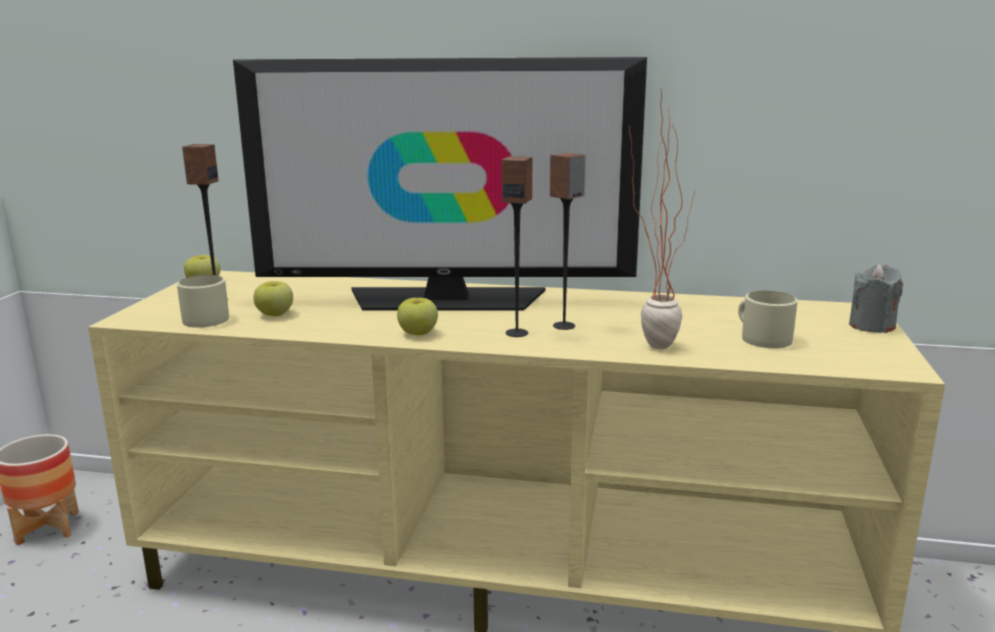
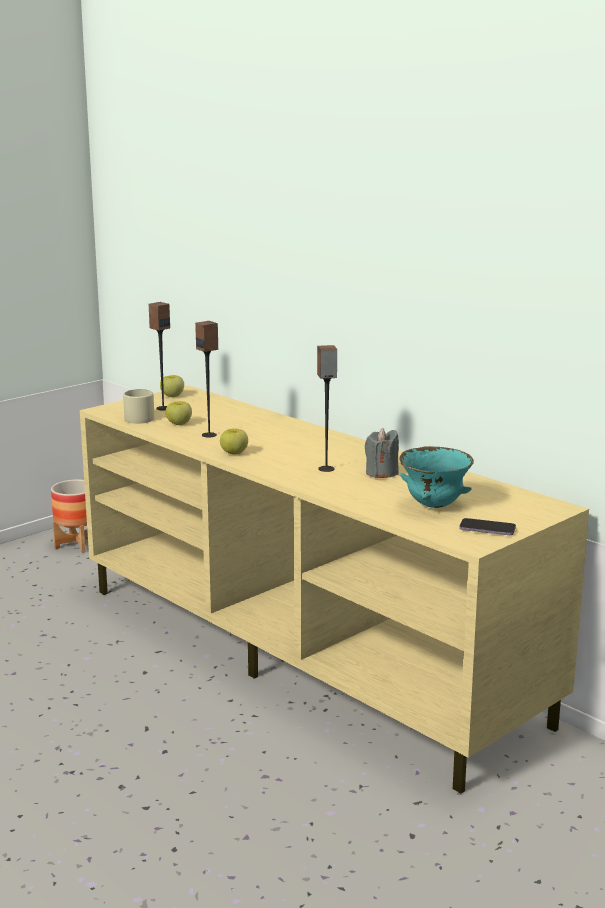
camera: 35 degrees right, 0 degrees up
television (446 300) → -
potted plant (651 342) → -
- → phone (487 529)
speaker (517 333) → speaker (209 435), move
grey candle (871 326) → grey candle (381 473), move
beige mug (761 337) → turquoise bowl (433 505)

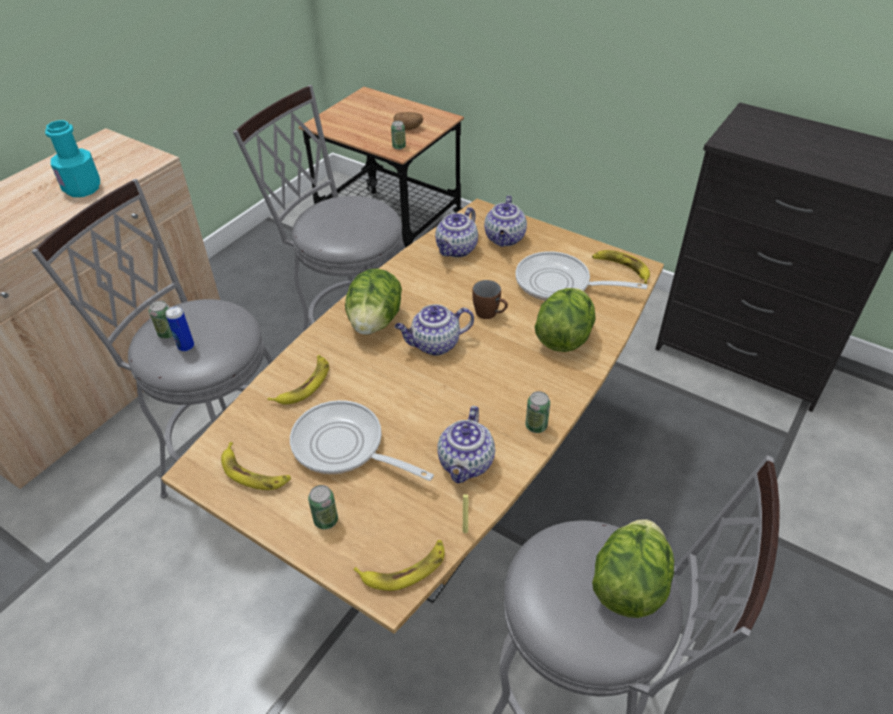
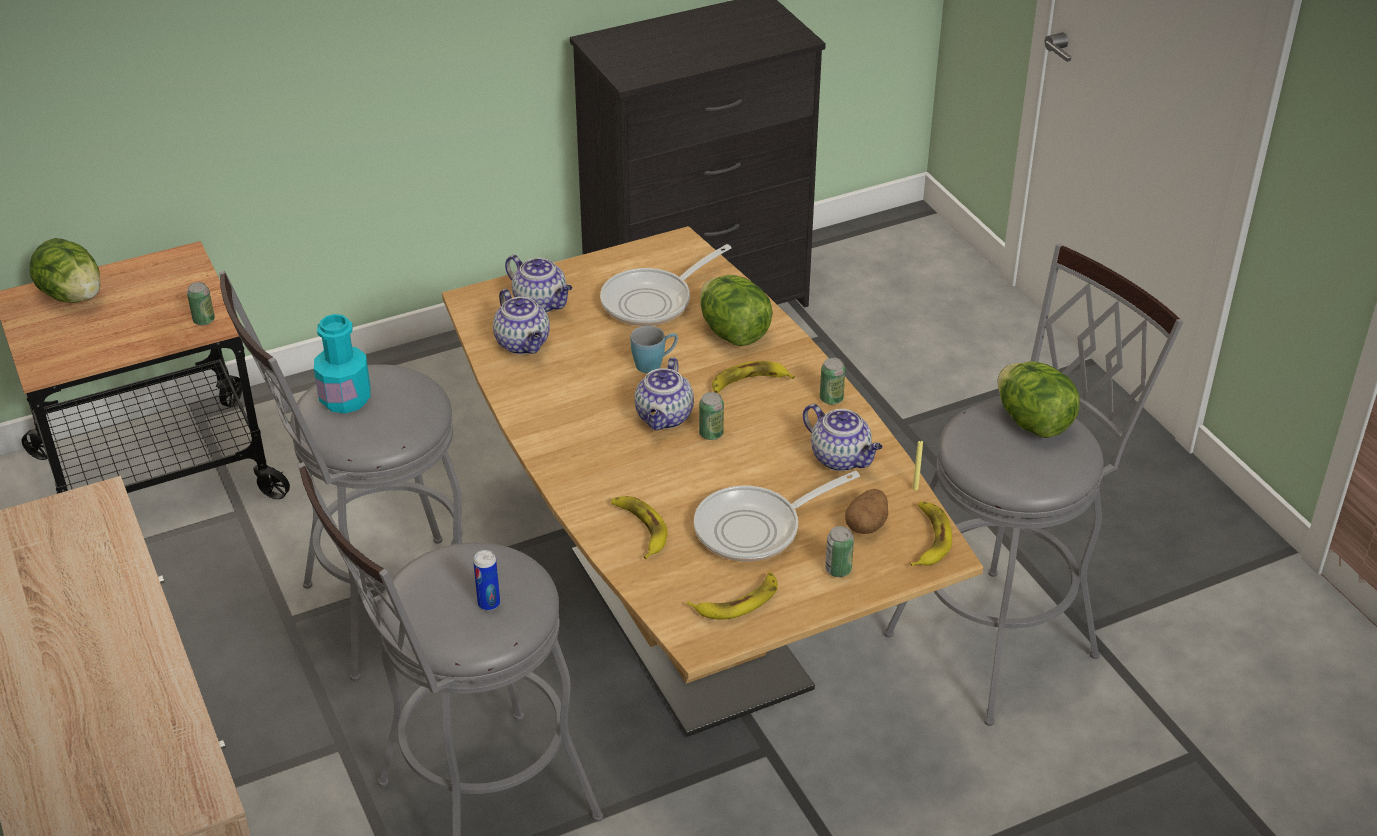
camera: 60 degrees left, 5 degrees down
turquoise bottle (82 188) → turquoise bottle (345 399), move
can (167 333) → can (711 434), move
lettuce (375 322) → lettuce (73 296), move
potato (409 128) → potato (866 524), move
banana (621 268) → banana (748 382), move
brown mug (490 314) → blue mug (654 364)

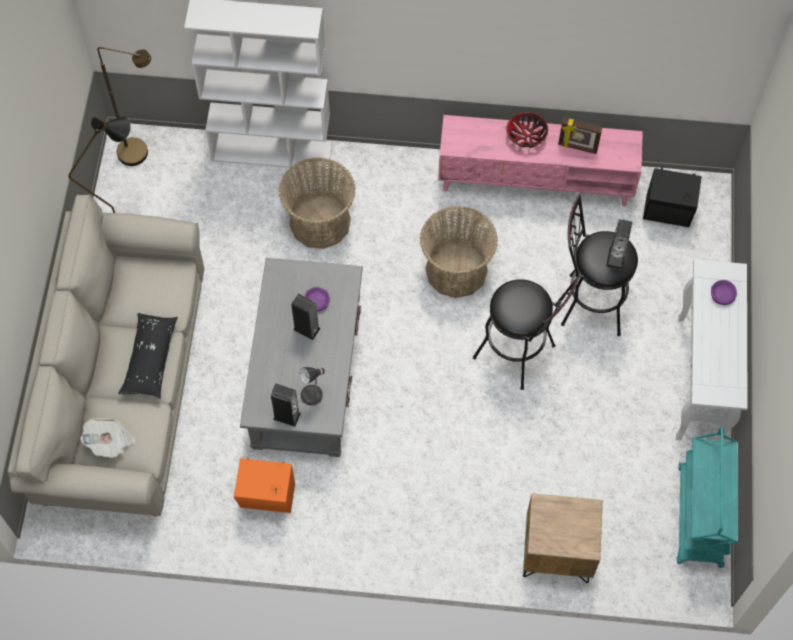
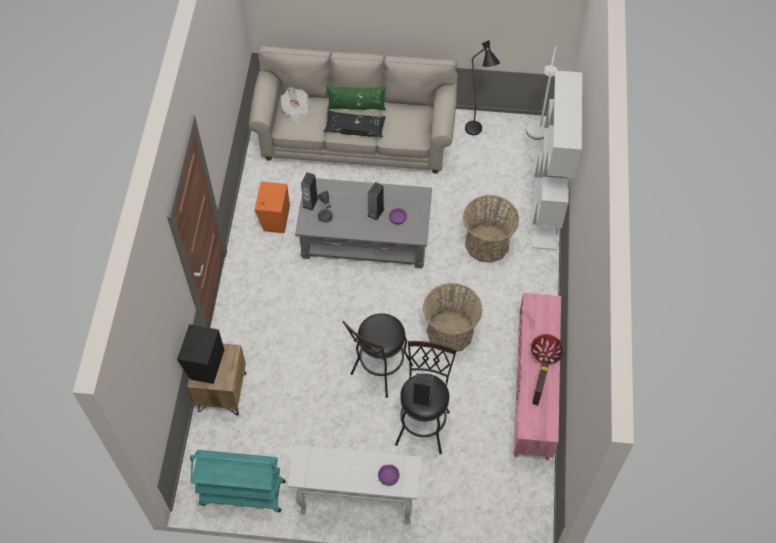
camera: 90 degrees right, 5 degrees down
- → green pillow (356 106)
black speaker (668 213) → black speaker (205 364), move
brown floor lamp (141 153) → white floor lamp (536 136)

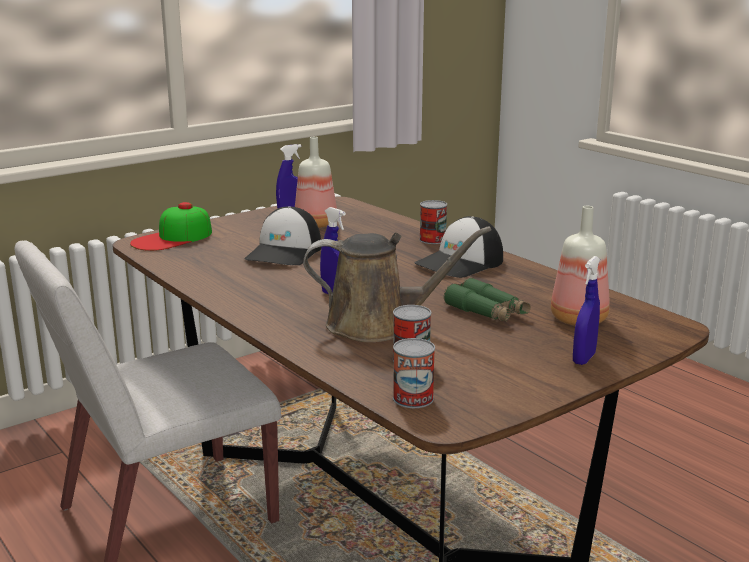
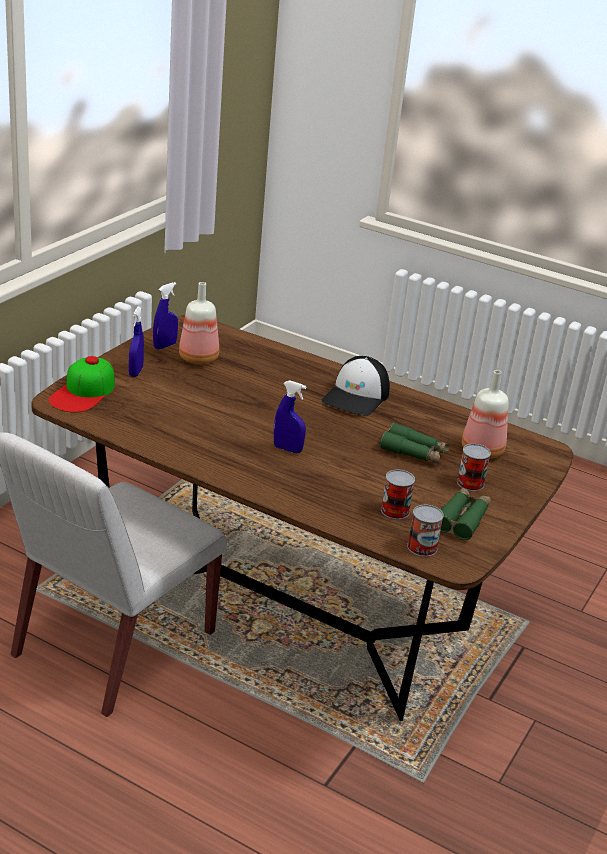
camera: 25 degrees left, 10 degrees up
cap (285 252) → -
brown watering can (377 325) → -
- → green binoculars (462 519)
can (432 240) → can (470 483), move
blue spray bottle (584 358) → blue spray bottle (136 372), move

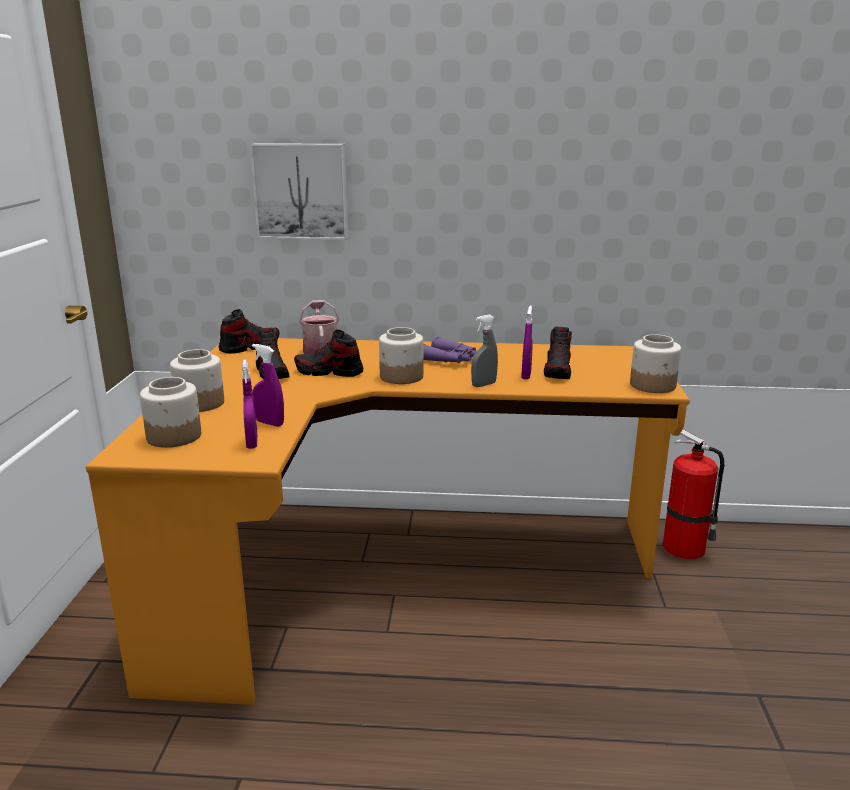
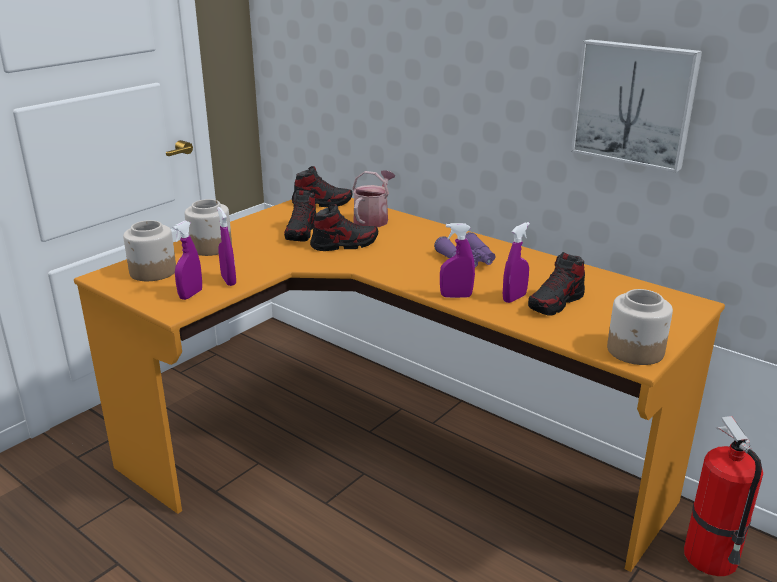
camera: 35 degrees right, 5 degrees up
jar (401 377) → -
picture (301 191) → picture (634 103), move
grey spray bottle (483 385) → purple spray bottle (456 296)
shoe (329 372) → shoe (344 245), 120 degrees clockwise

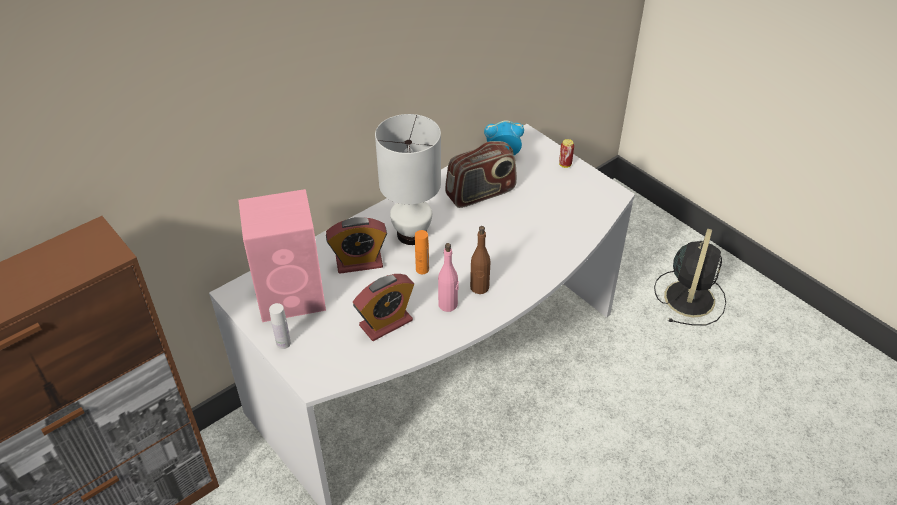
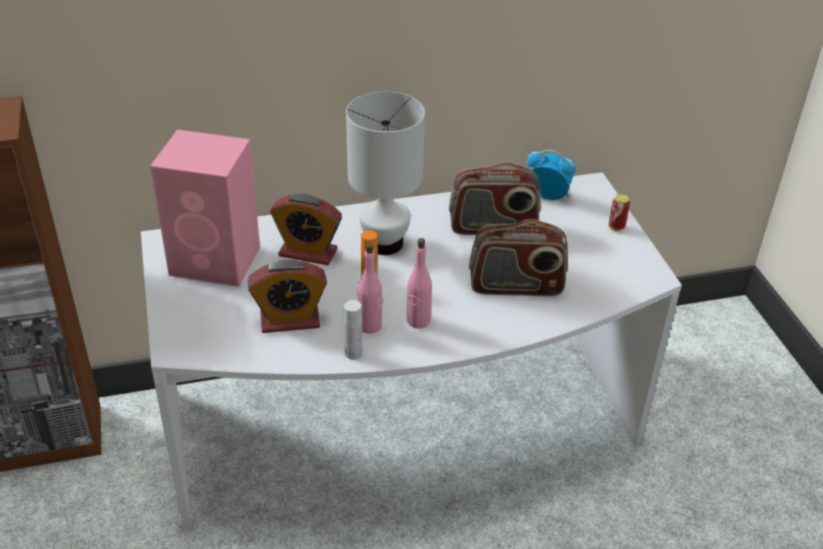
camera: 25 degrees right, 5 degrees down
black fan (689 297) → -
- → radio (516 286)
white bottle (283 343) → white bottle (353 353), move
brown bottle (479 287) → pink bottle (418 321)

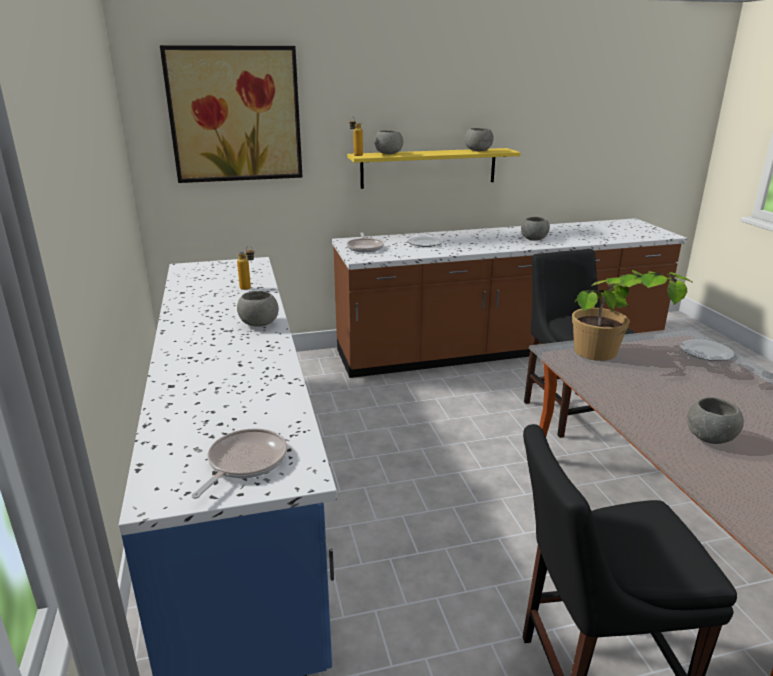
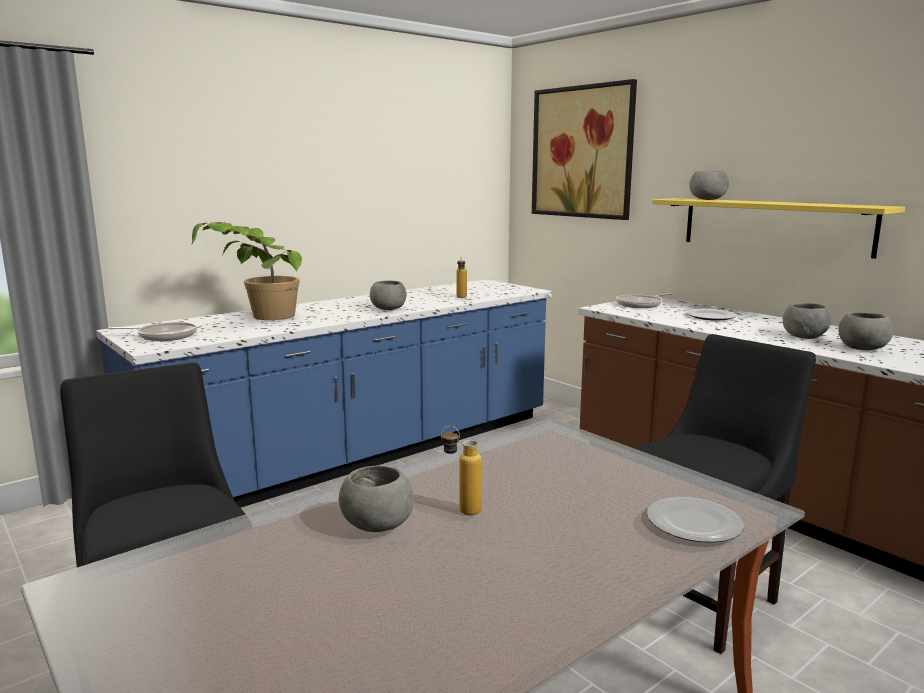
camera: 65 degrees right, 10 degrees down
bottle (356 155) → bottle (461 510), move
grey bowl (478 151) → grey bowl (804 337), move
potted plant (611 360) → potted plant (255 319), move

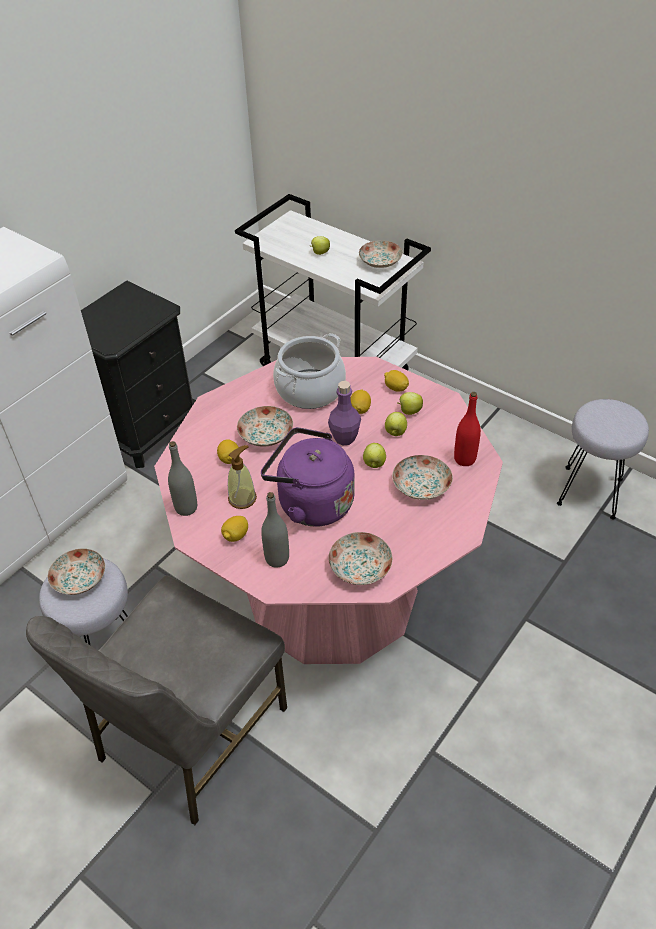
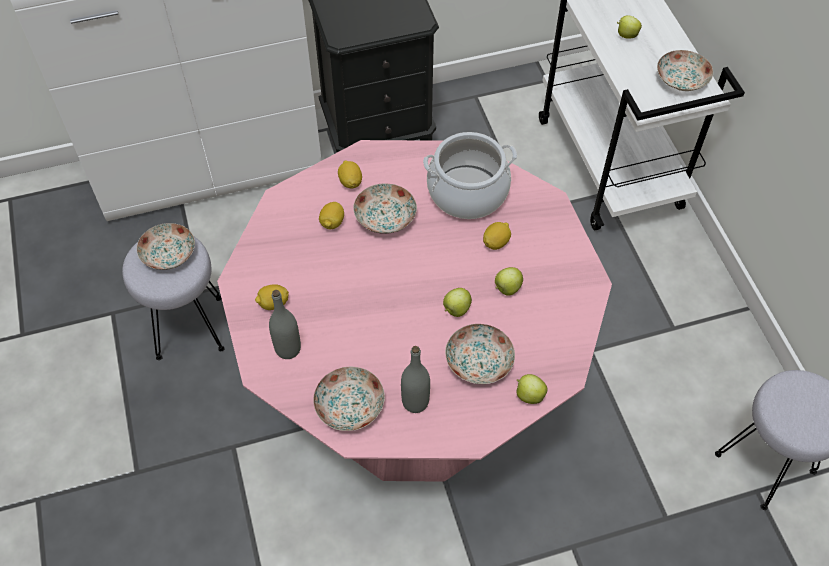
camera: 35 degrees right, 10 degrees up
grey chair (189 734) → -
soap dispenser (242 498) → -
purple kettle (311 503) → -
purple bottle (344 438) → -
red bottle (464 459) → -
grey bottle (186 508) → grey bottle (415 402), move
lemon (396 388) → lemon (350 182), move
apple (409 411) → apple (529 395), move

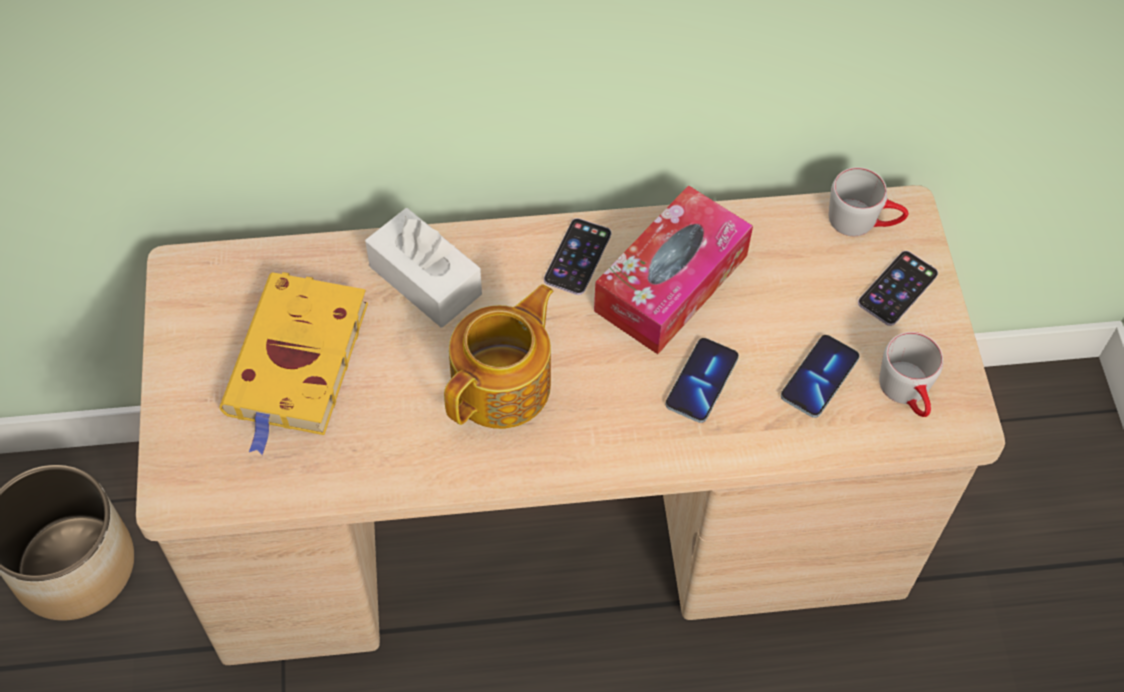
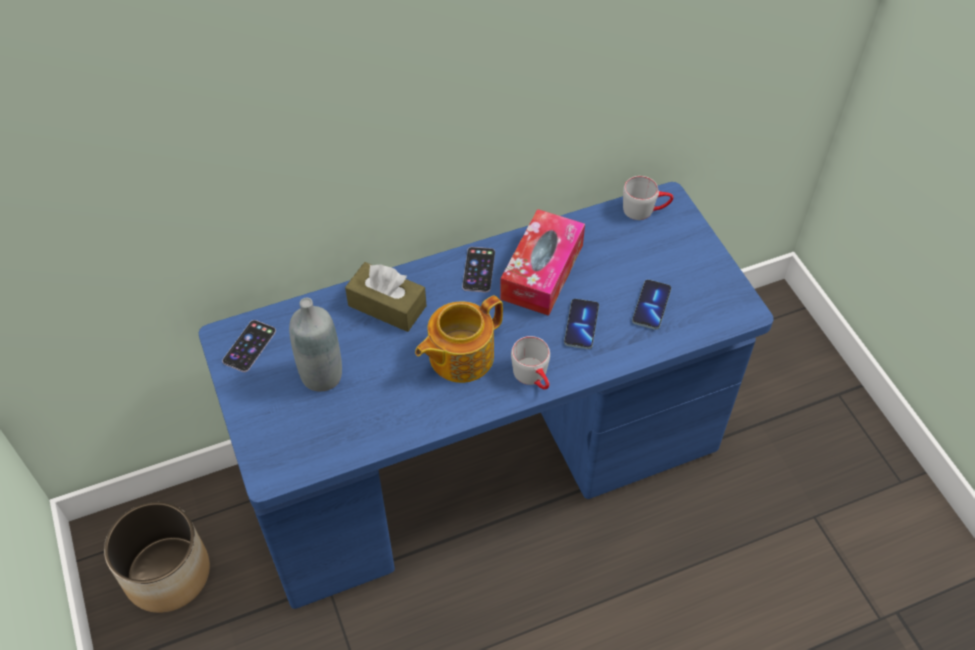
camera: 15 degrees left, 5 degrees down
phone (897 288) → phone (249 346), move
grey mug (908 394) → grey mug (534 377), move
yellow book (297 364) → grey bottle (322 376)
beige desk (557 531) → blue desk (486 466)
white tissue box (425 280) → brown tissue box (387 306)
teapot (504 384) → teapot (459 356), 150 degrees counterclockwise

